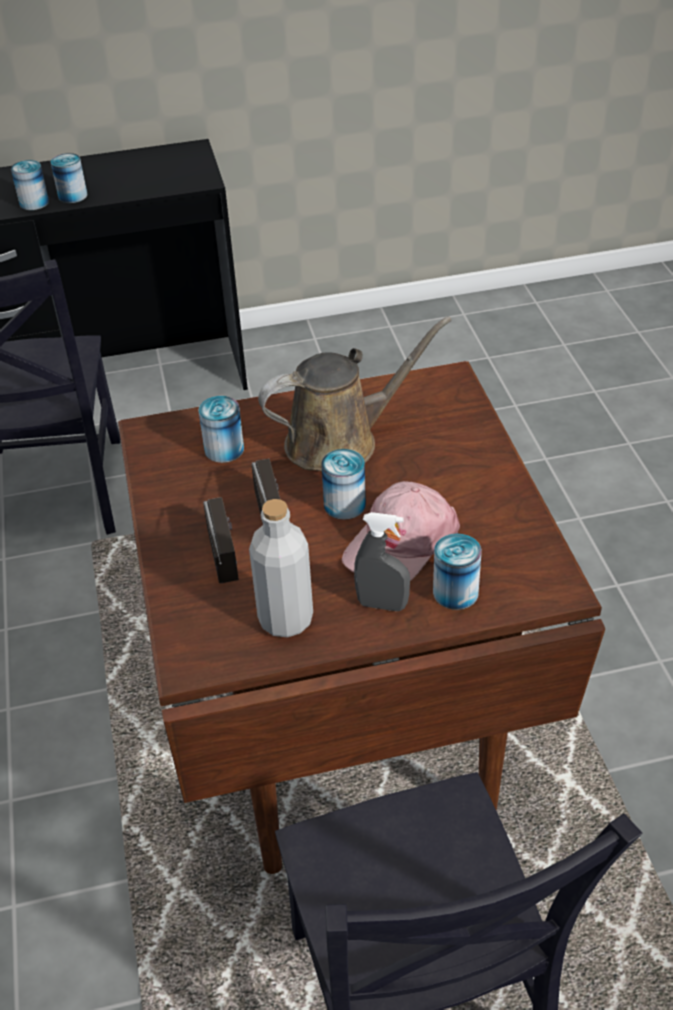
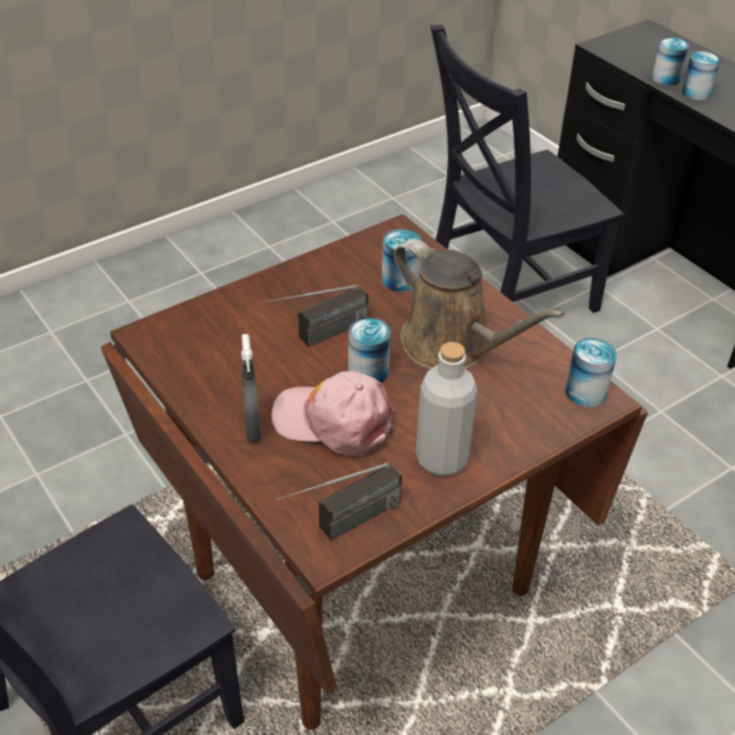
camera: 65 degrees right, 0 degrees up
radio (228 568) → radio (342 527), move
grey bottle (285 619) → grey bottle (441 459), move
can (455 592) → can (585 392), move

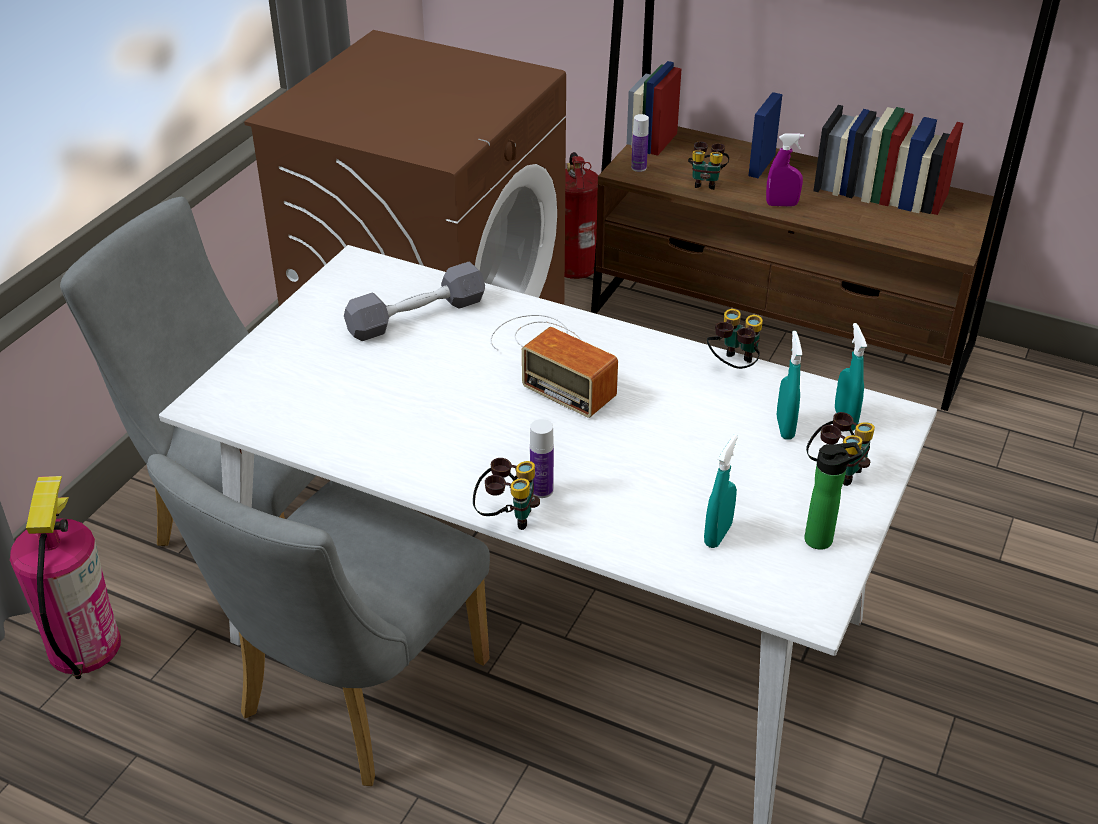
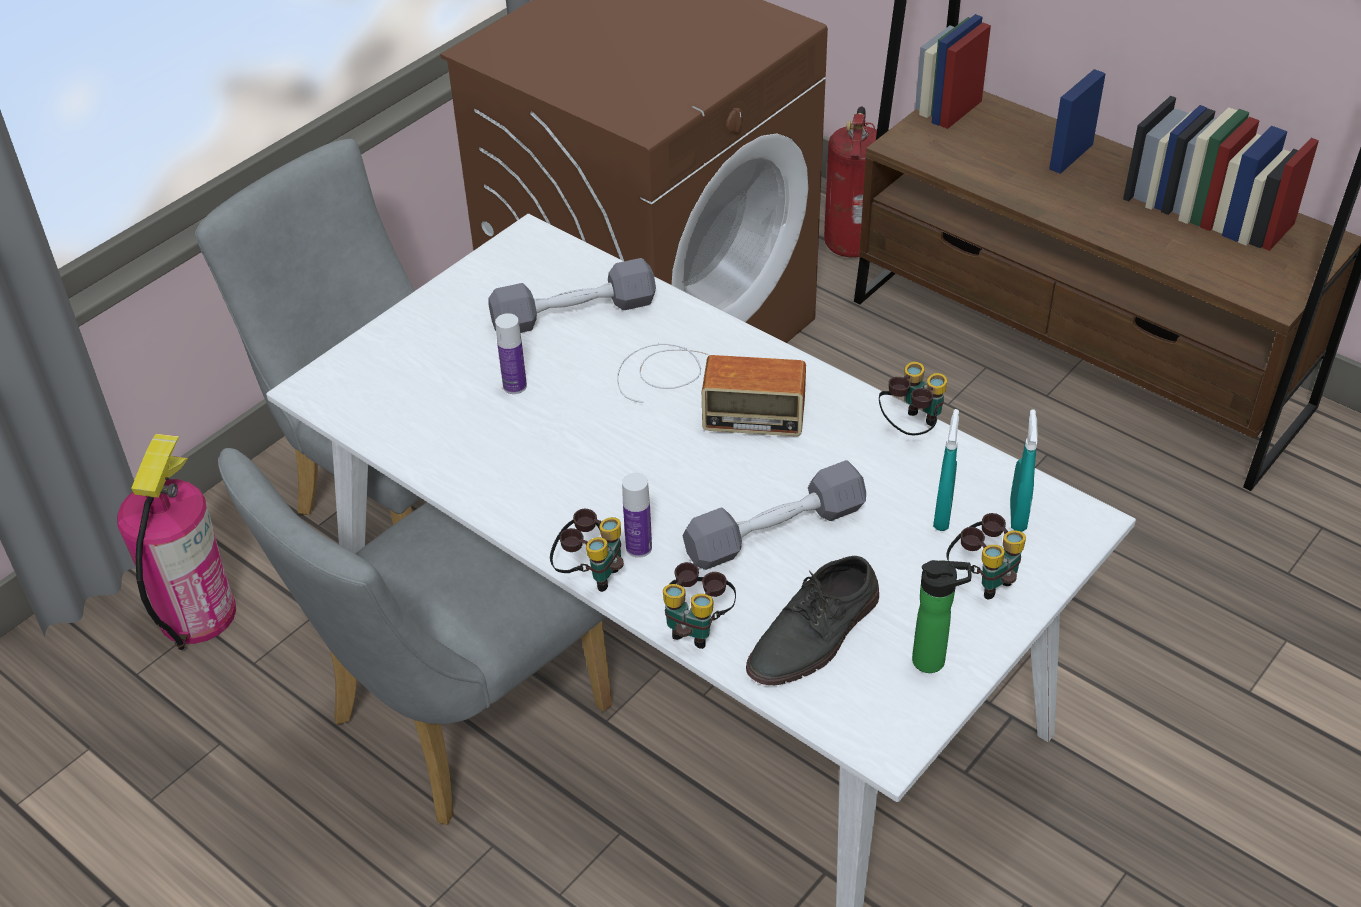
camera: 15 degrees right, 5 degrees up
purple spray bottle (781 204) → -
- → grey dumbbell (775 531)
bottle (638 168) → bottle (515 386), move
binoculars (706 182) → binoculars (697 627), move
turquoise spray bottle (718 535) → grey shoe (815 635)
radio (552 361) → radio (705 391), 45 degrees counterclockwise

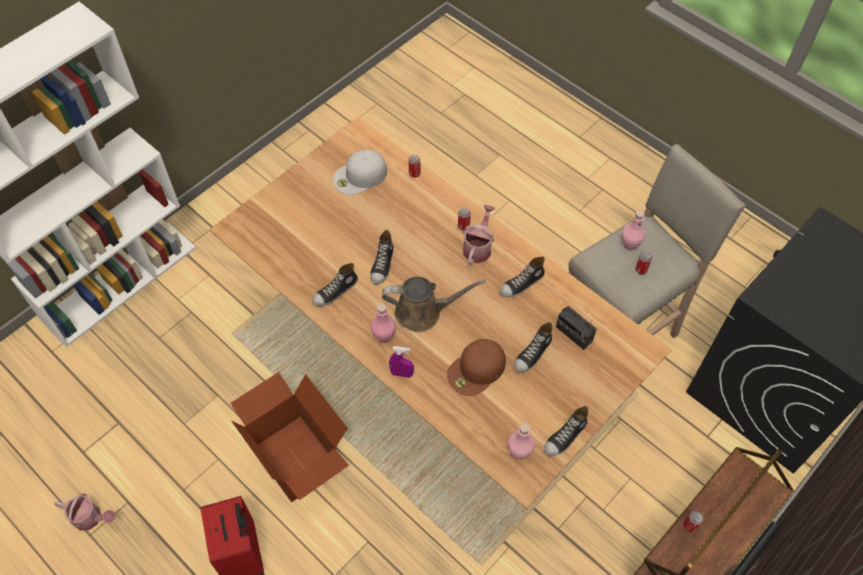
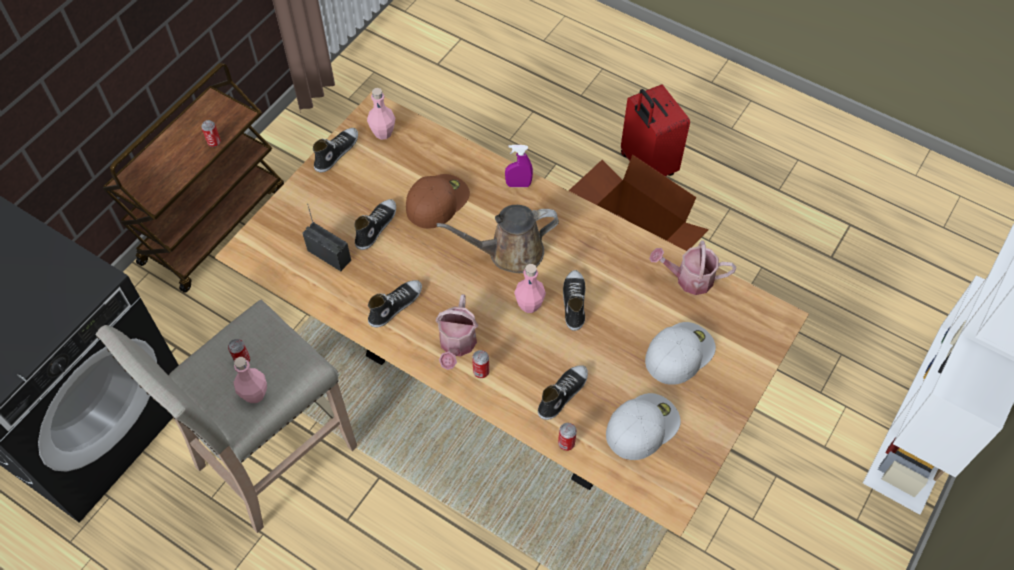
camera: 170 degrees right, 0 degrees up
- → white cap (679 352)
watering can (91 518) → watering can (689 279), move
shoe (335 291) → shoe (562 394), move
pink bottle (384 336) → pink bottle (529 305), move

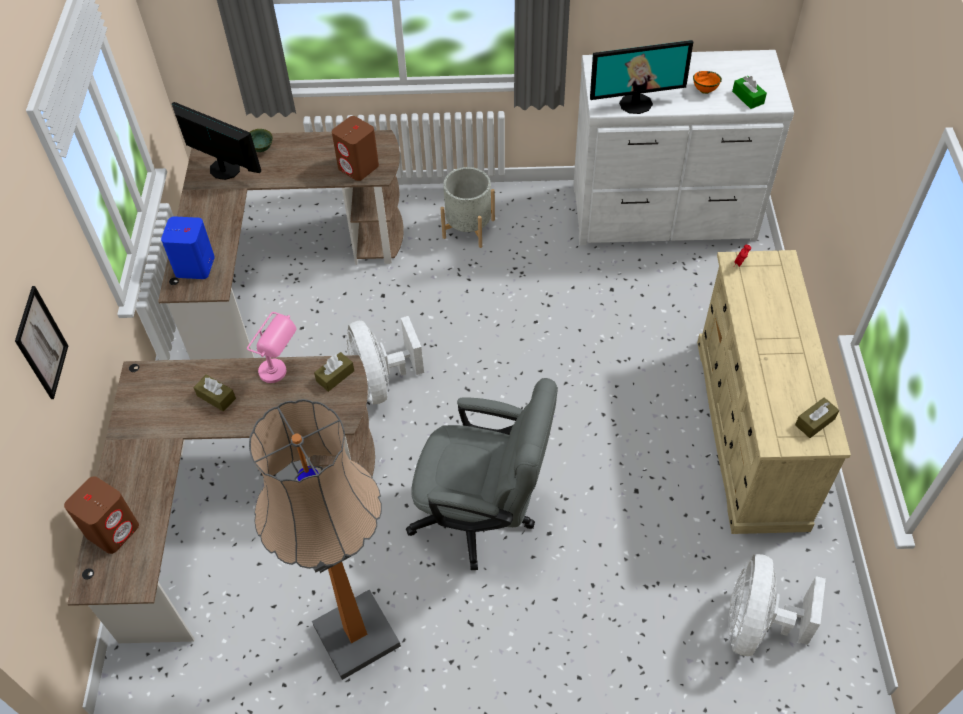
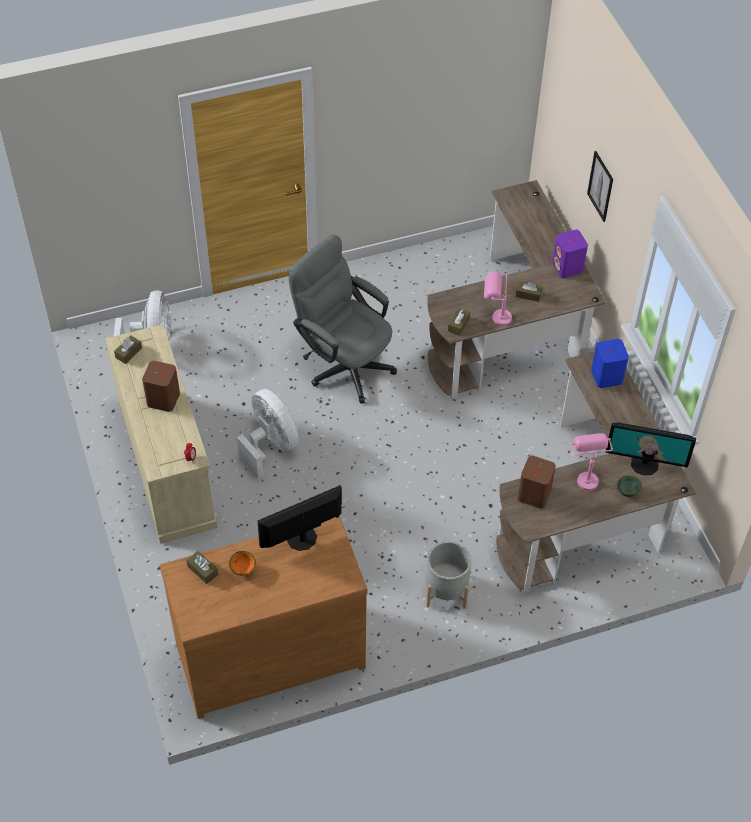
camera: 160 degrees right, 0 degrees up
floor lamp (356 635) → -
- → purple speaker (567 267)
- → pink table lamp (585 475)
brown speaker (113 530) → brown speaker (163 399), move
white fan (381 381) → white fan (270 445), move
white dresser (664 214) → brown dresser (269 654)
green tissue box (748 97) → brown tissue box (202 570)
grey office chair (482 516) → grey office chair (344 363), 45 degrees clockwise

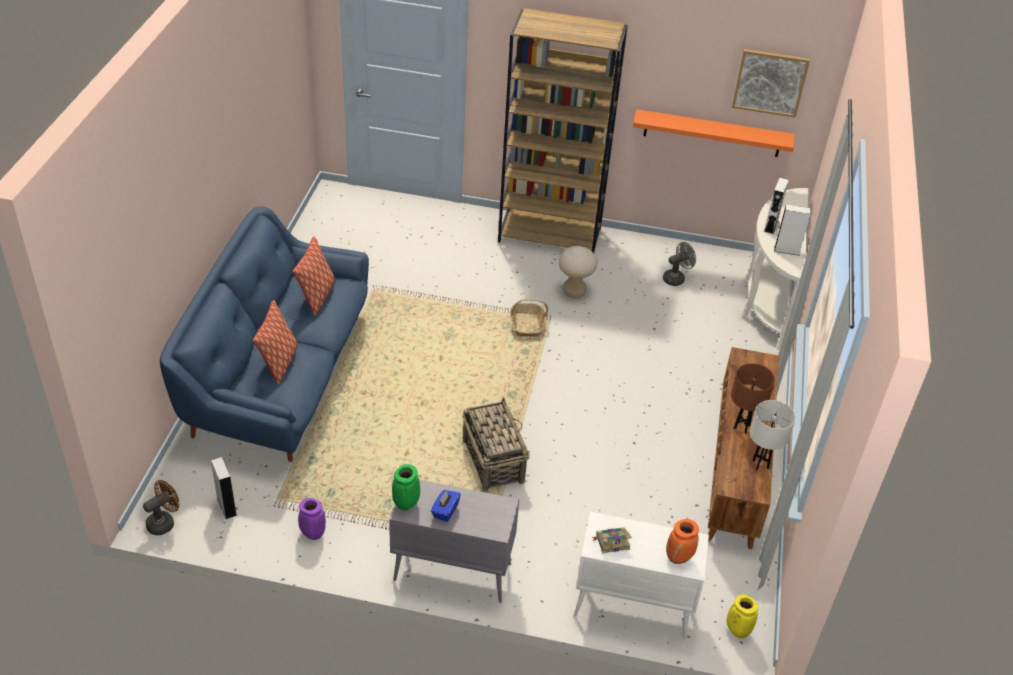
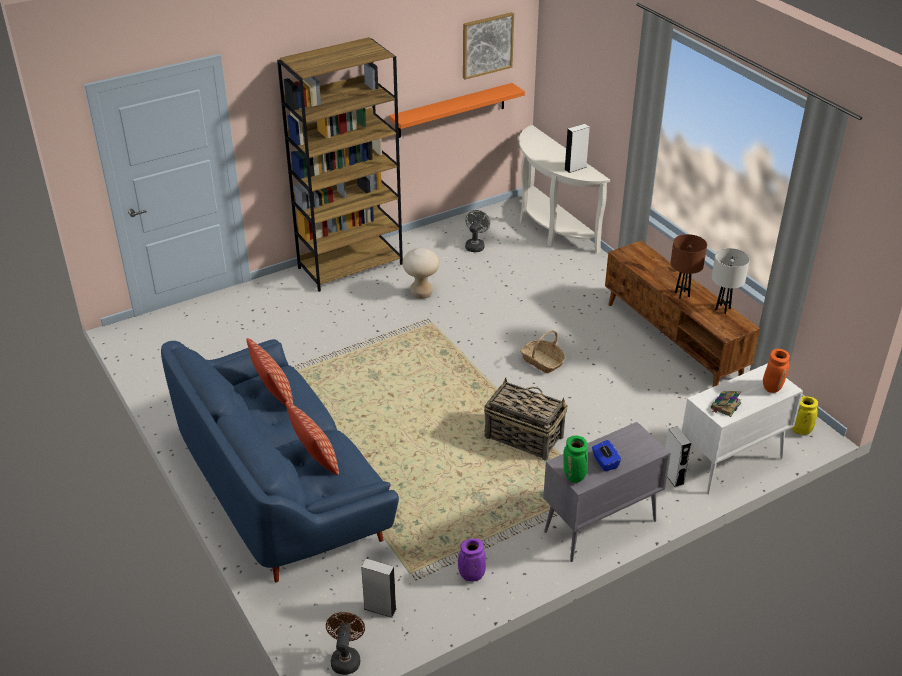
camera: 40 degrees left, 5 degrees down
basket (527 325) → basket (542 361), move
white speaker (771 226) → white speaker (672 476), move

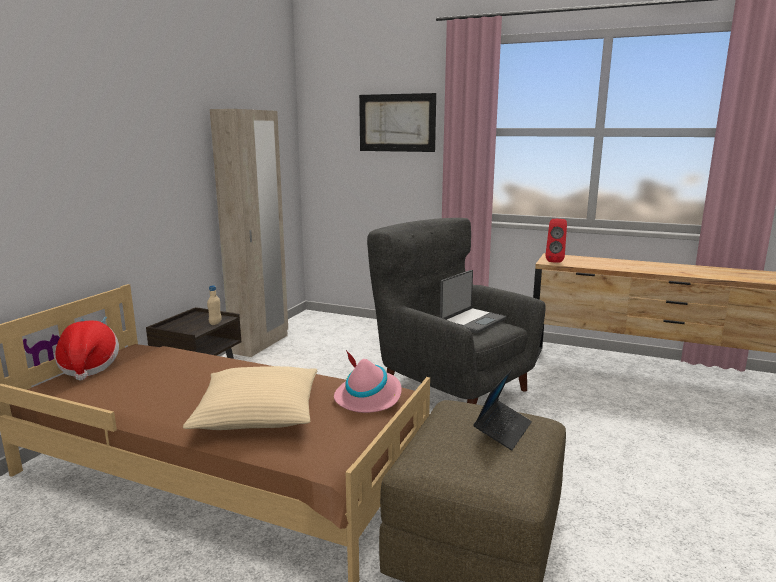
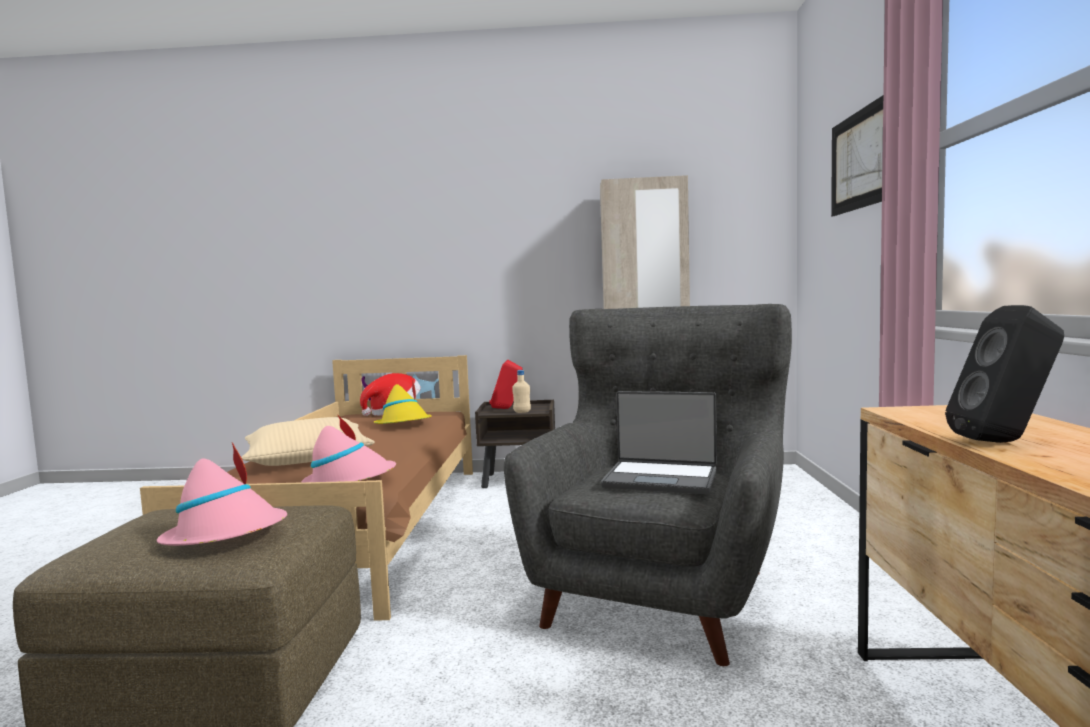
camera: 70 degrees right, 10 degrees down
- → yellow hat (404 424)
- → black speaker (1005 441)
red speaker (555 261) → red speaker (507 408), move
laptop (503 430) → pink hat (227 535)

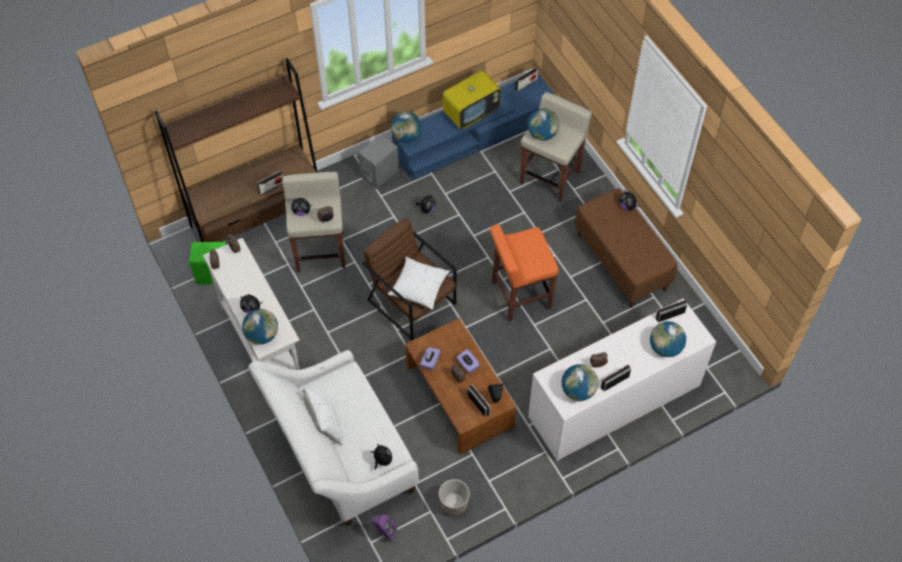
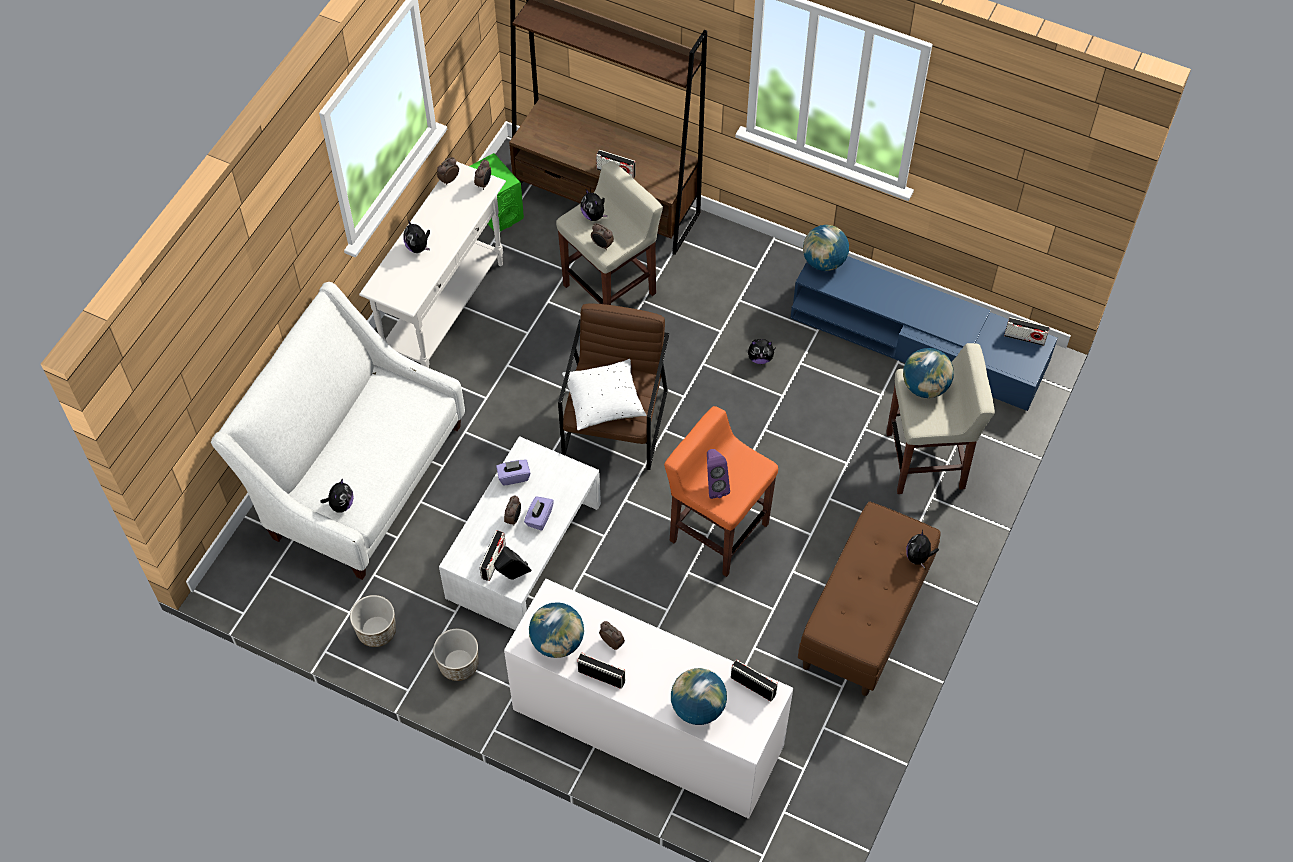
camera: 55 degrees right, 0 degrees up
globe (262 335) → -
white pillow (325 426) → -
grey speaker (379 173) → -
television (471 113) → -
- → planter (458 664)
purple speaker (384 533) → purple speaker (714 485), move
brown coffee table (458 396) → white coffee table (523 550)

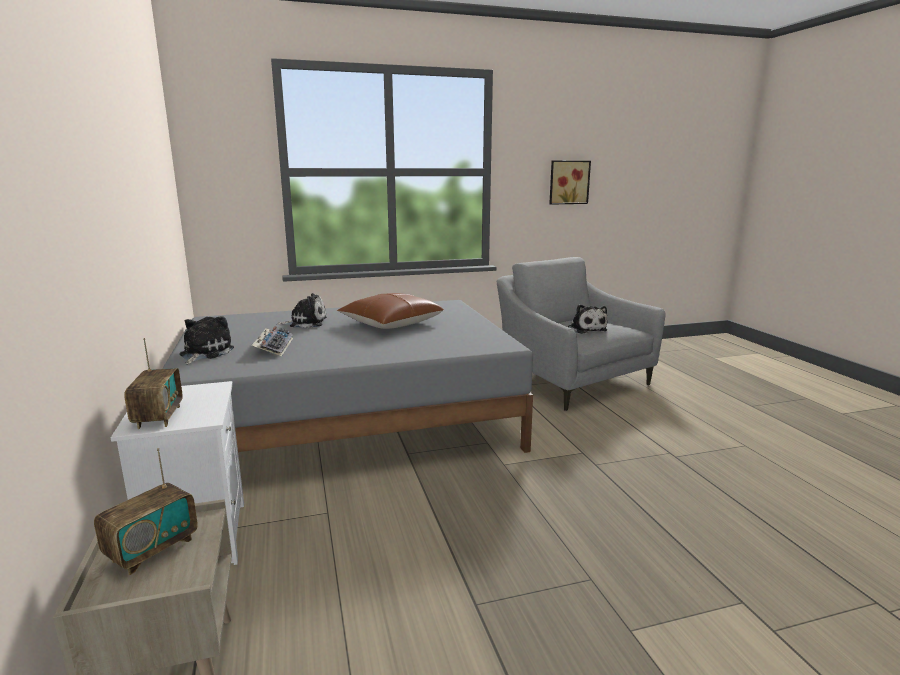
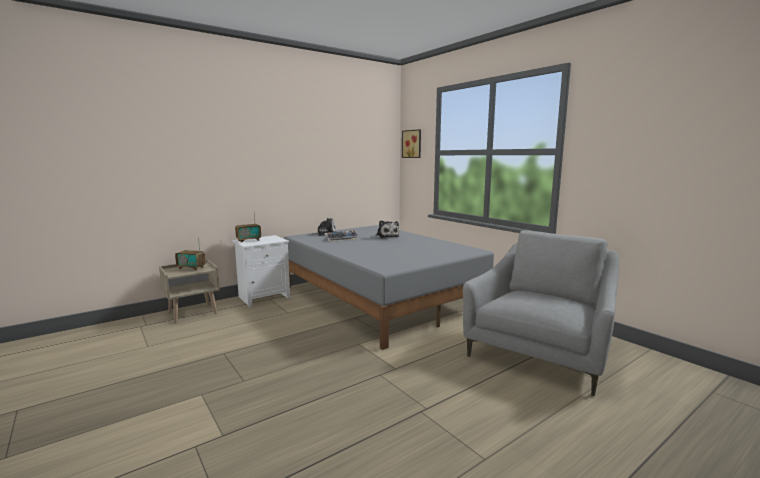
camera: 70 degrees right, 5 degrees down
brown pillow (391 323) → -
plush toy (586 329) → -
picture (568 182) → picture (412 144), move

